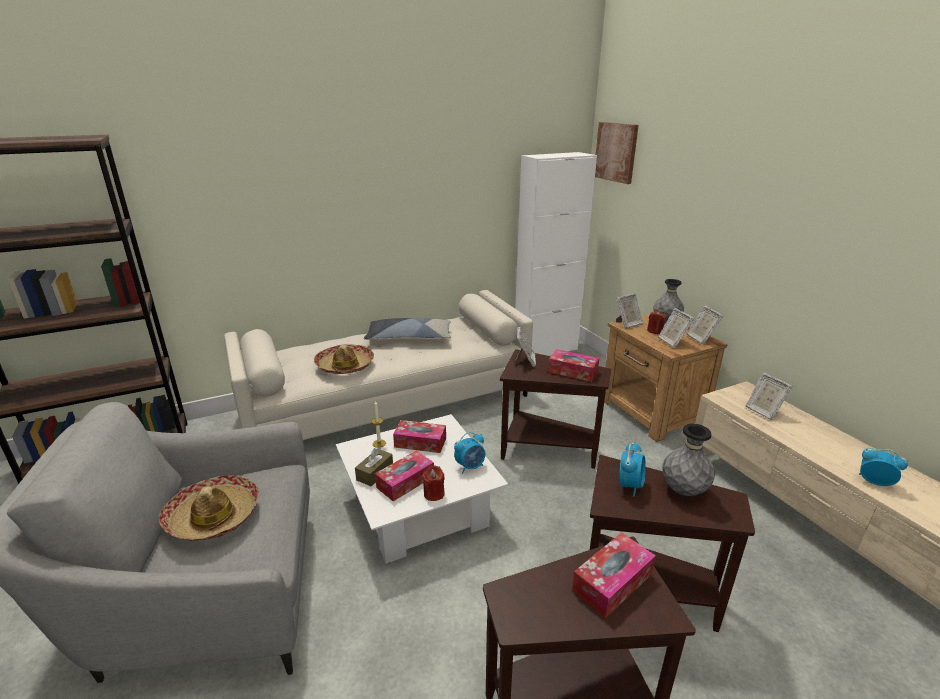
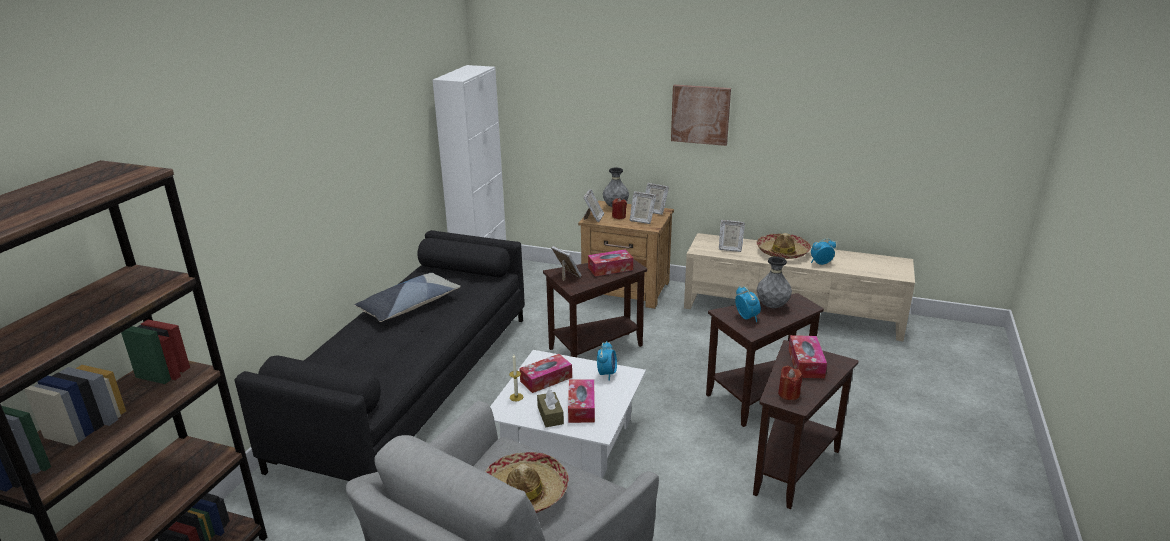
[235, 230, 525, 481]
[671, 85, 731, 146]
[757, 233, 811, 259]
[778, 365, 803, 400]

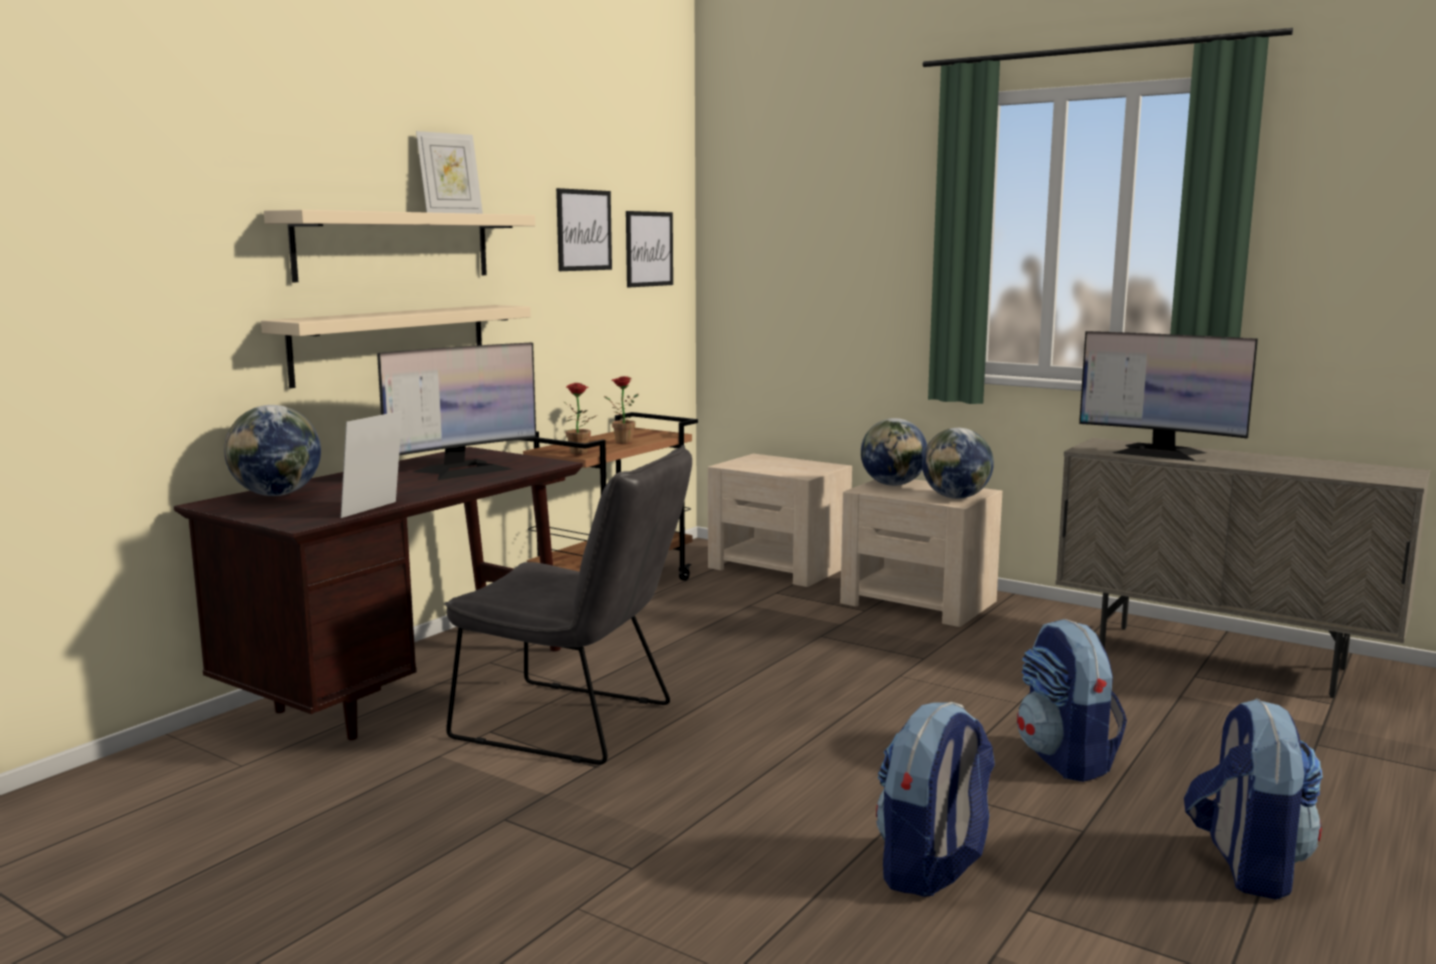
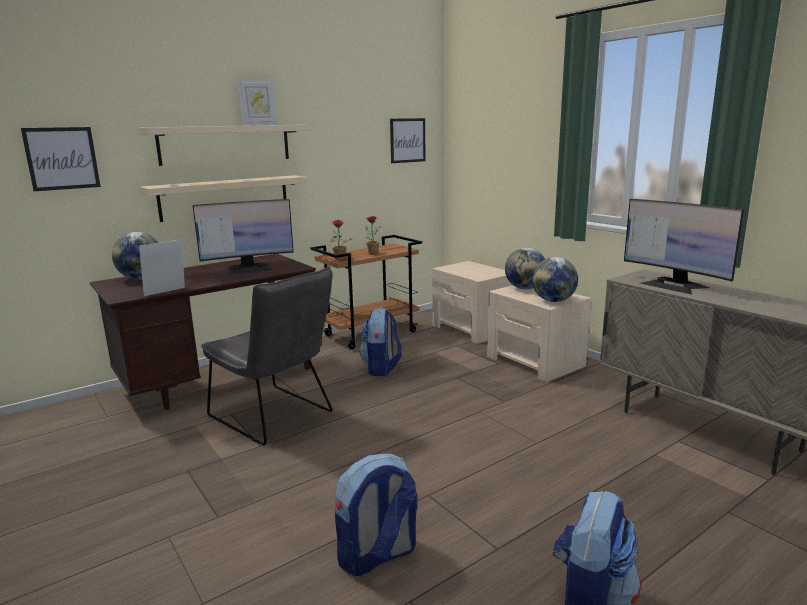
[21, 127, 101, 191]
[359, 307, 402, 376]

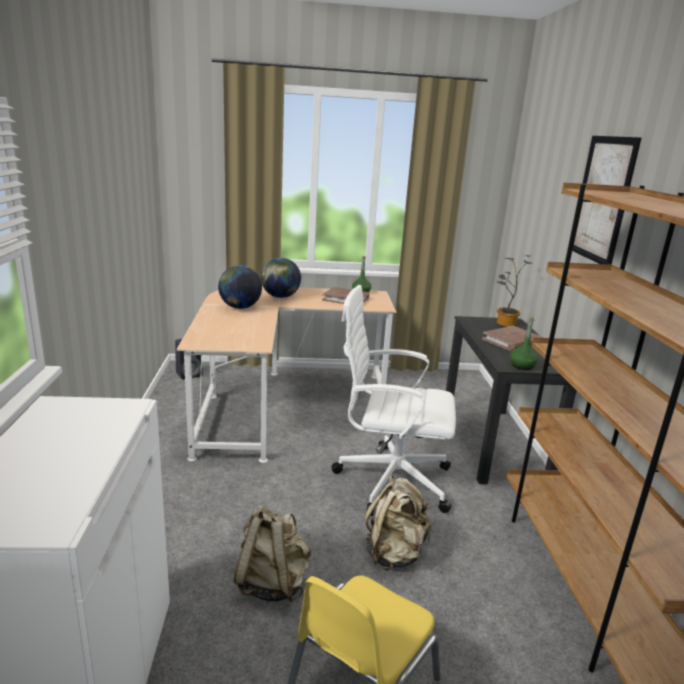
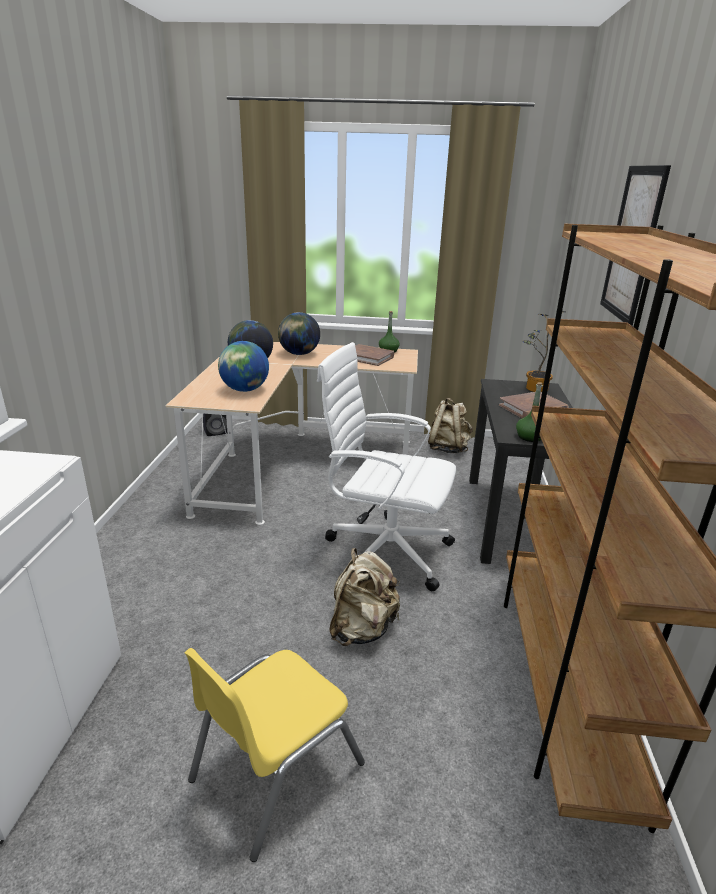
[218, 341, 269, 392]
[428, 398, 473, 453]

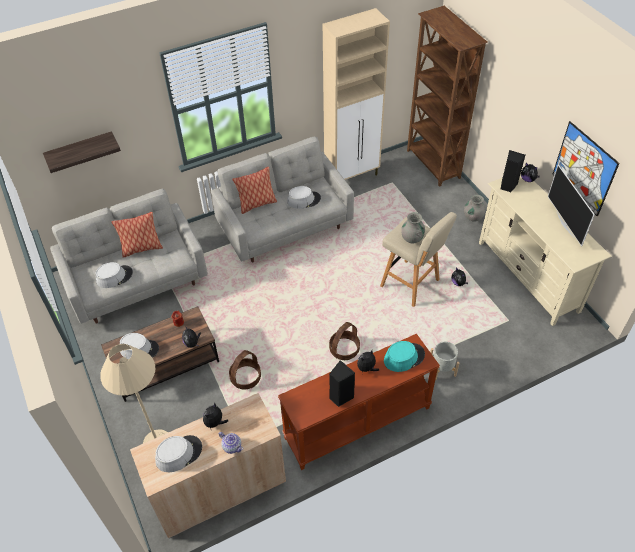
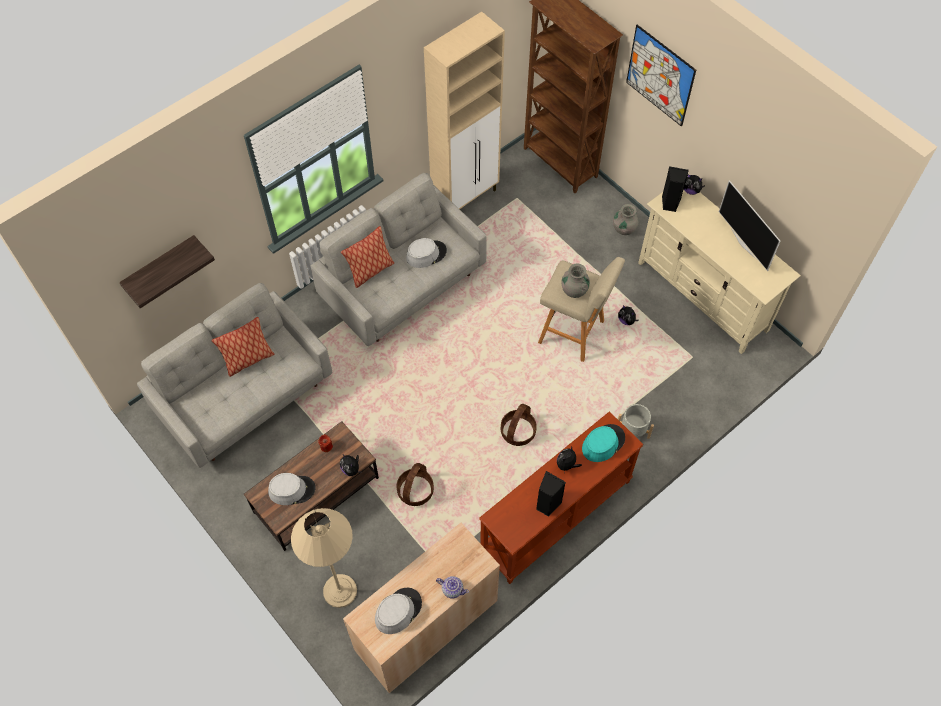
[626, 25, 696, 127]
[95, 262, 133, 288] (first image)
[203, 402, 228, 429] (first image)

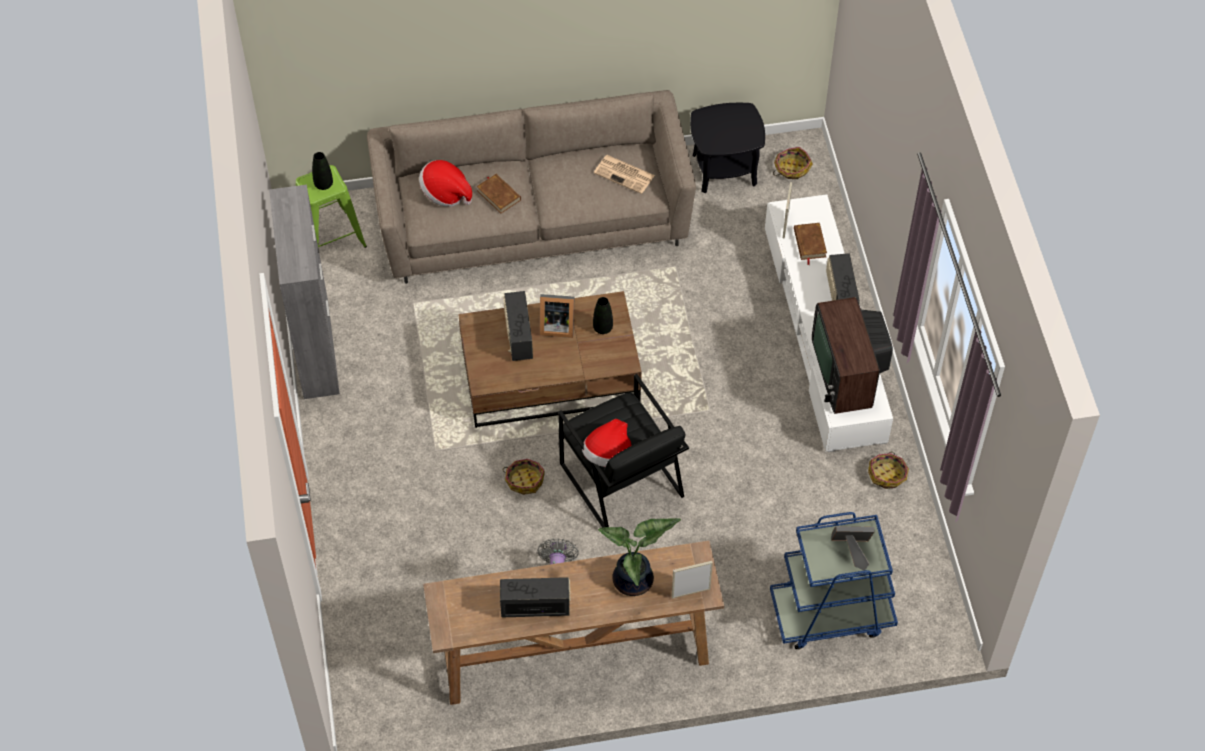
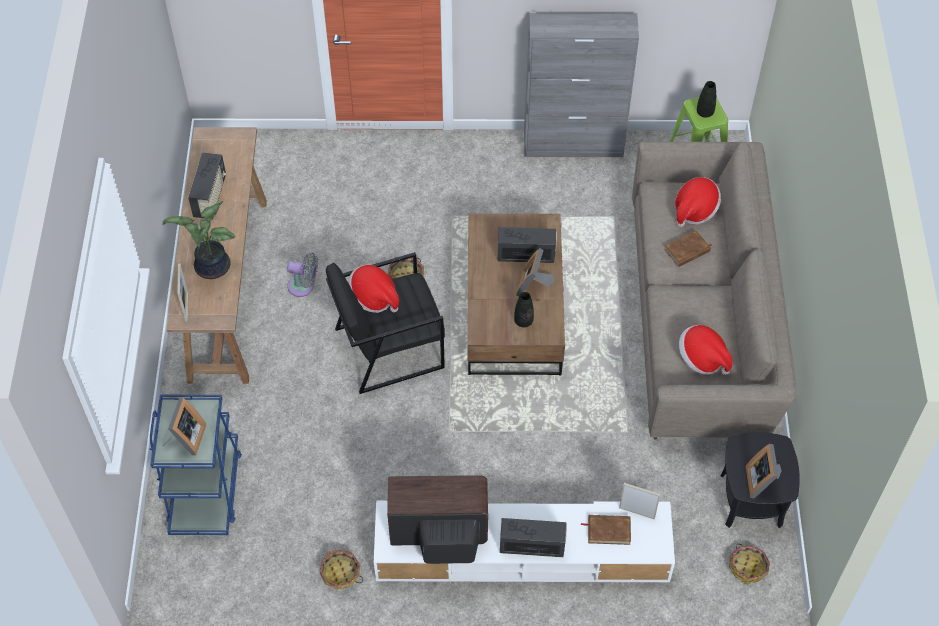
[679, 325, 733, 375]
[746, 444, 782, 498]

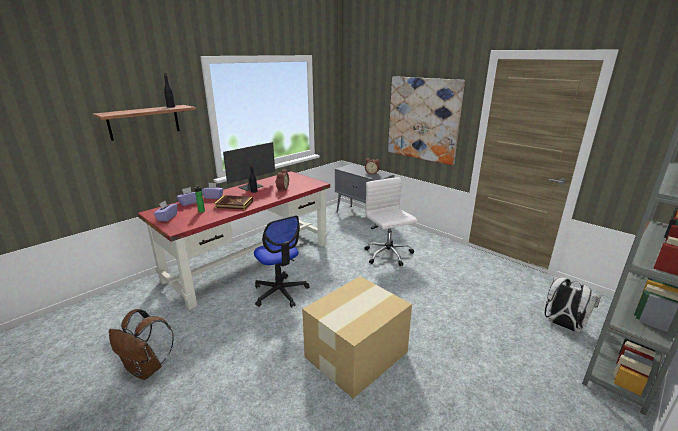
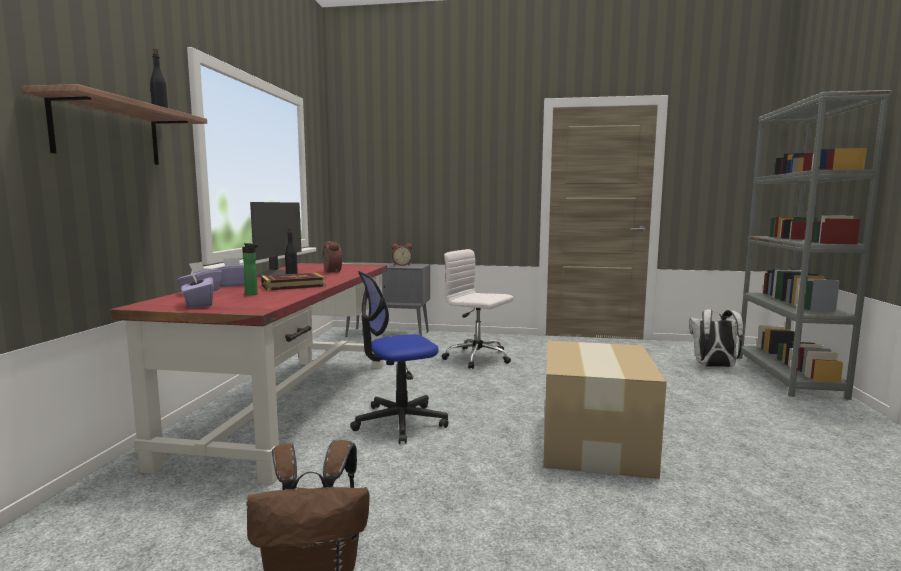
[350, 271, 448, 444]
[388, 76, 465, 165] (first image)

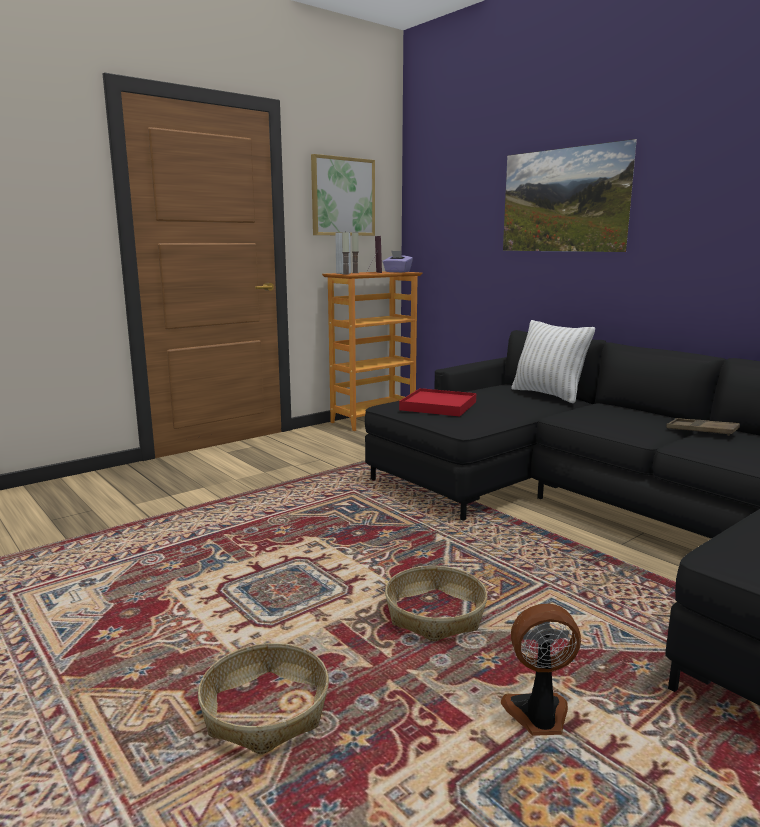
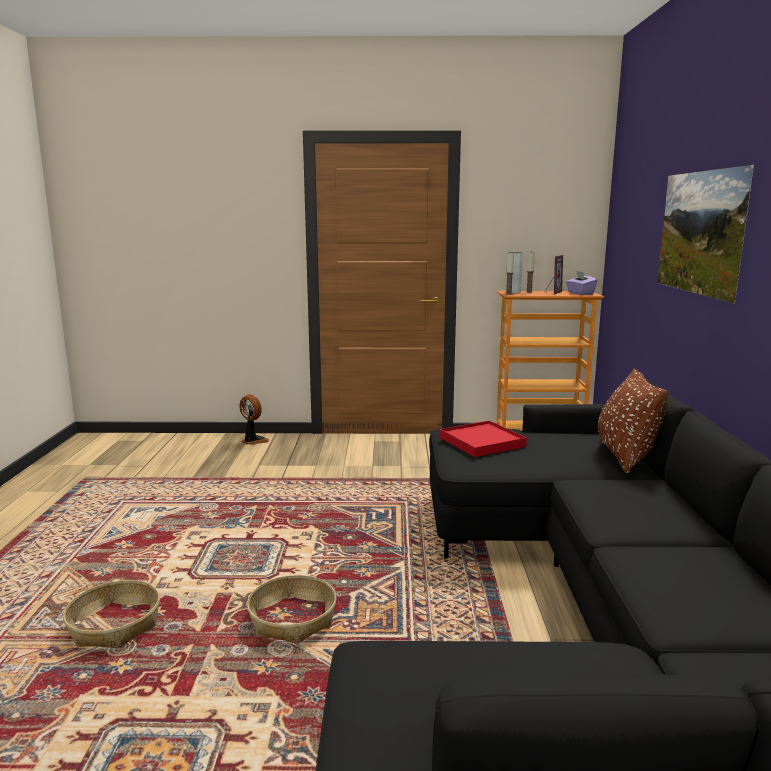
[239, 394, 270, 444]
[598, 369, 667, 473]
[311, 154, 375, 236] (first image)
[666, 418, 740, 436] (first image)

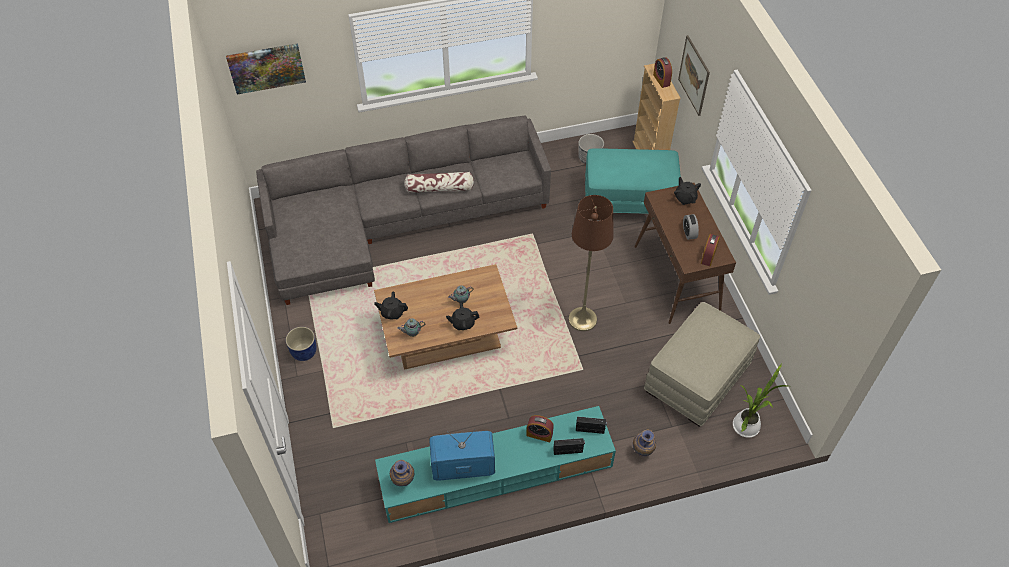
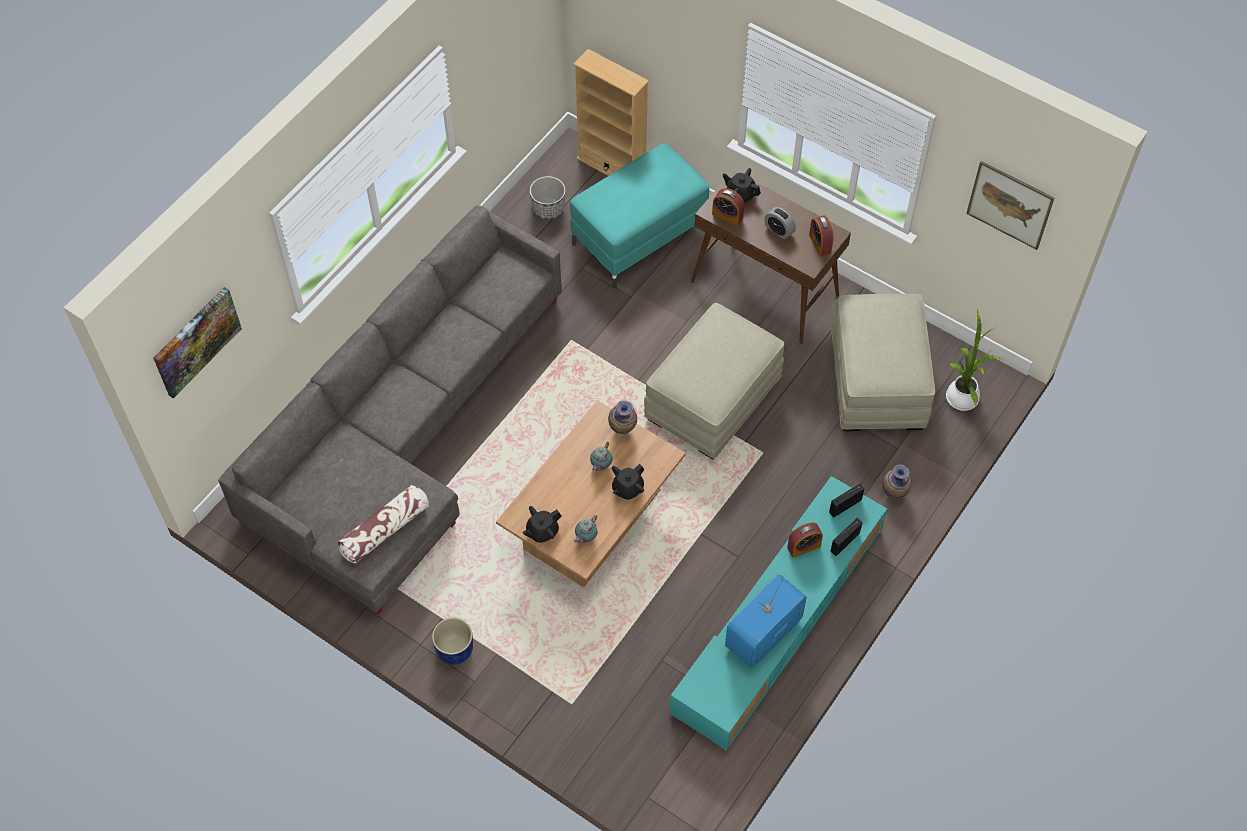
[338, 485, 429, 563]
[608, 400, 637, 434]
[644, 303, 785, 460]
[712, 188, 744, 226]
[966, 161, 1054, 250]

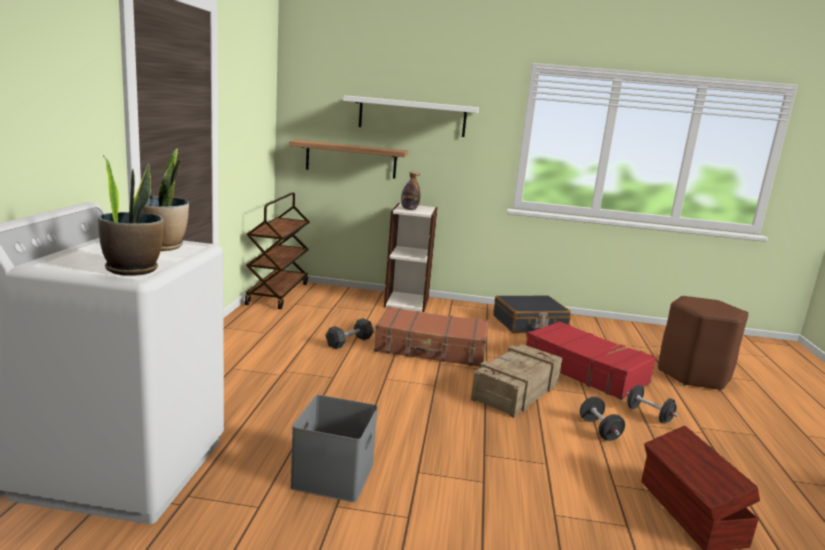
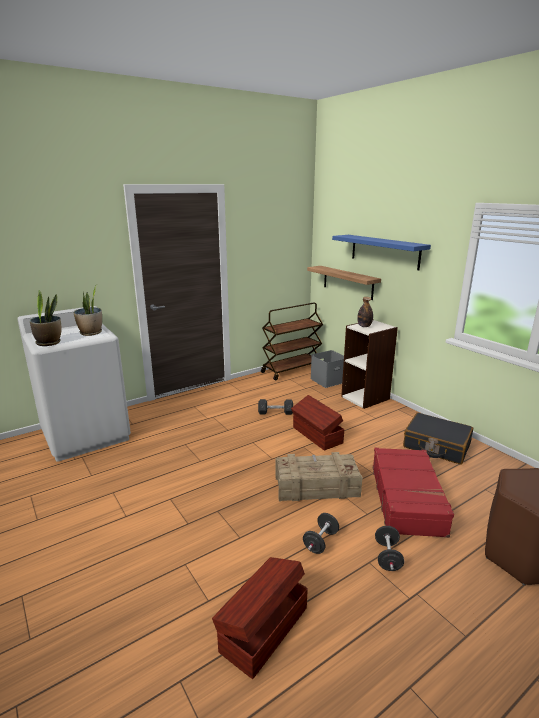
[291, 395, 344, 451]
[310, 350, 344, 388]
[332, 235, 431, 270]

